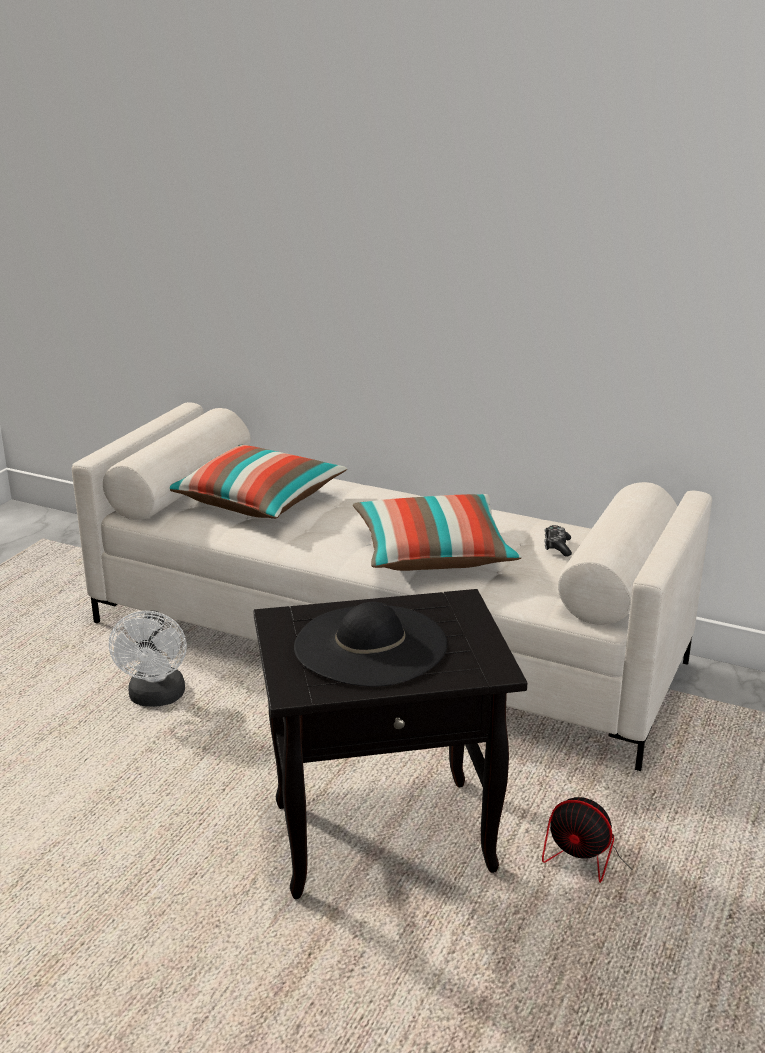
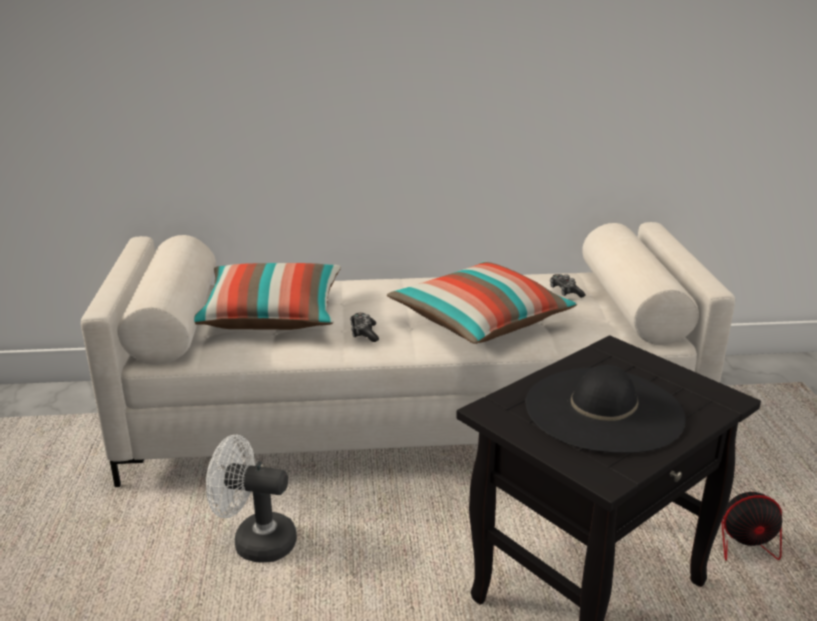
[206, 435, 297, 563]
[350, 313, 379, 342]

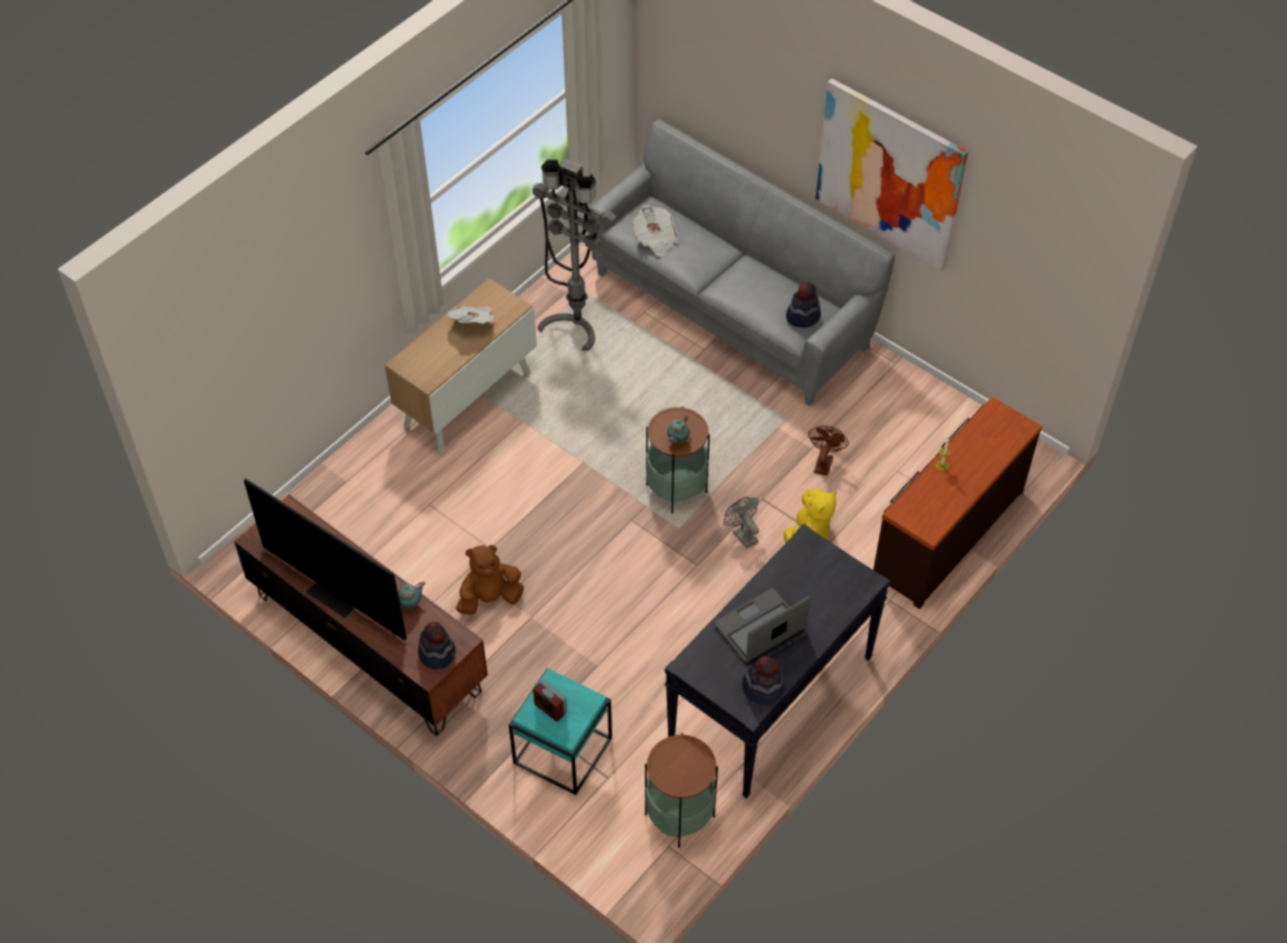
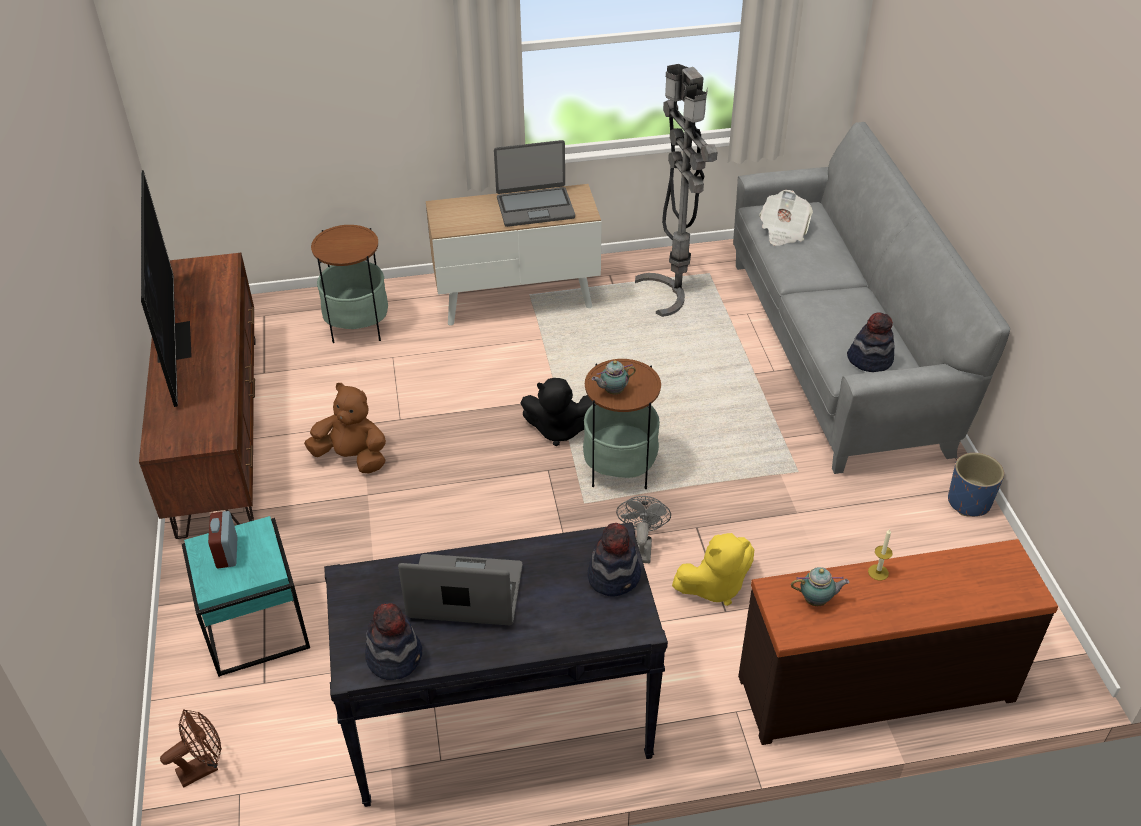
[160, 709, 222, 787]
[311, 225, 388, 343]
[494, 140, 575, 227]
[520, 378, 593, 446]
[588, 523, 641, 597]
[791, 567, 850, 606]
[948, 453, 1004, 517]
[816, 78, 968, 271] (first image)

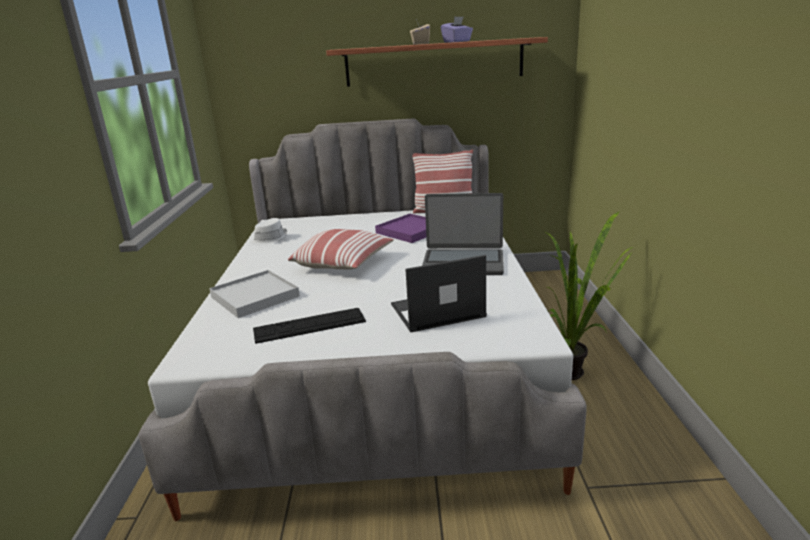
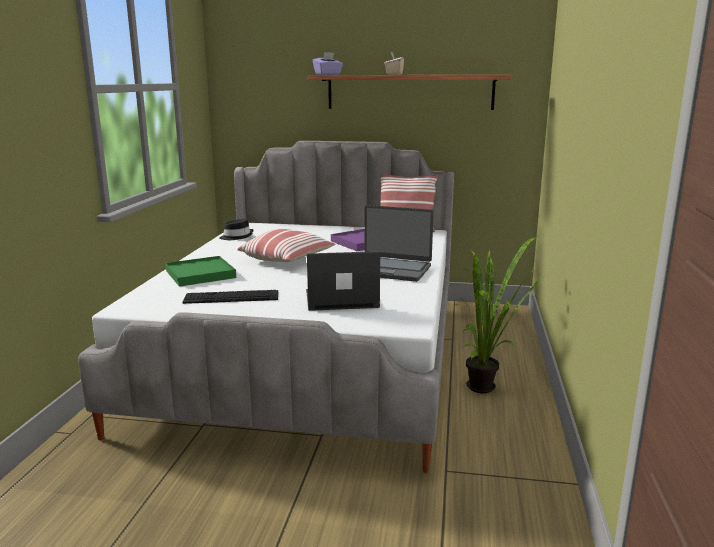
[166, 256, 236, 287]
[219, 218, 253, 240]
[313, 52, 343, 75]

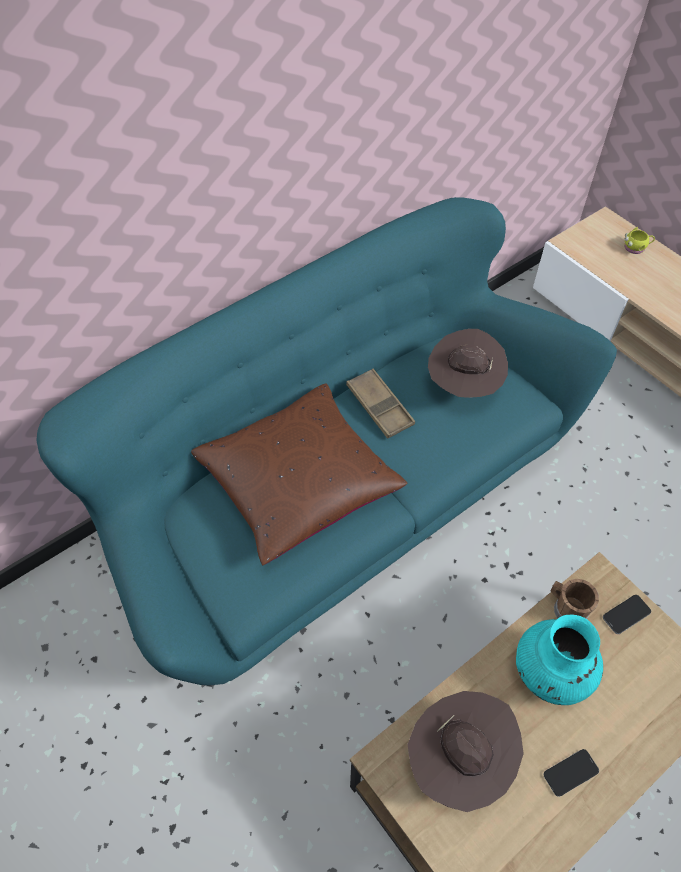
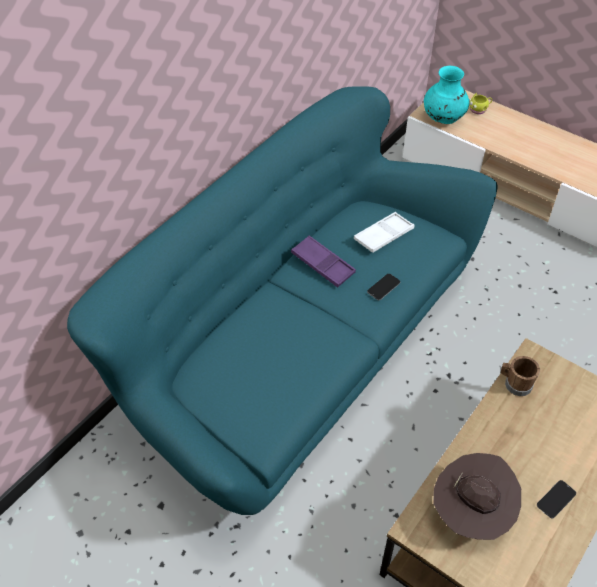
[291, 235, 356, 288]
[354, 212, 415, 253]
[367, 274, 400, 300]
[424, 66, 469, 124]
[191, 384, 407, 566] (first image)

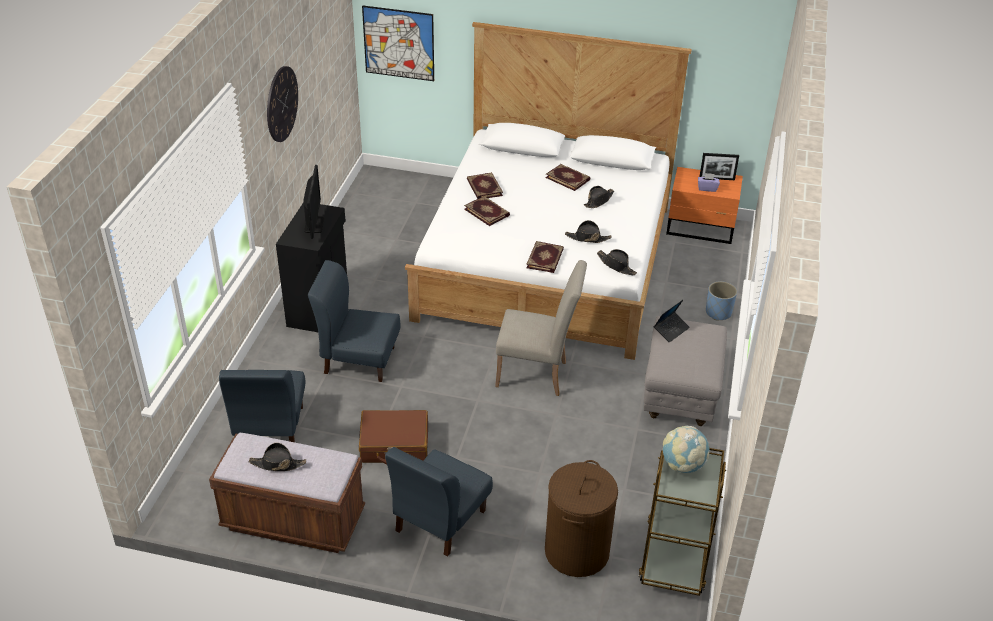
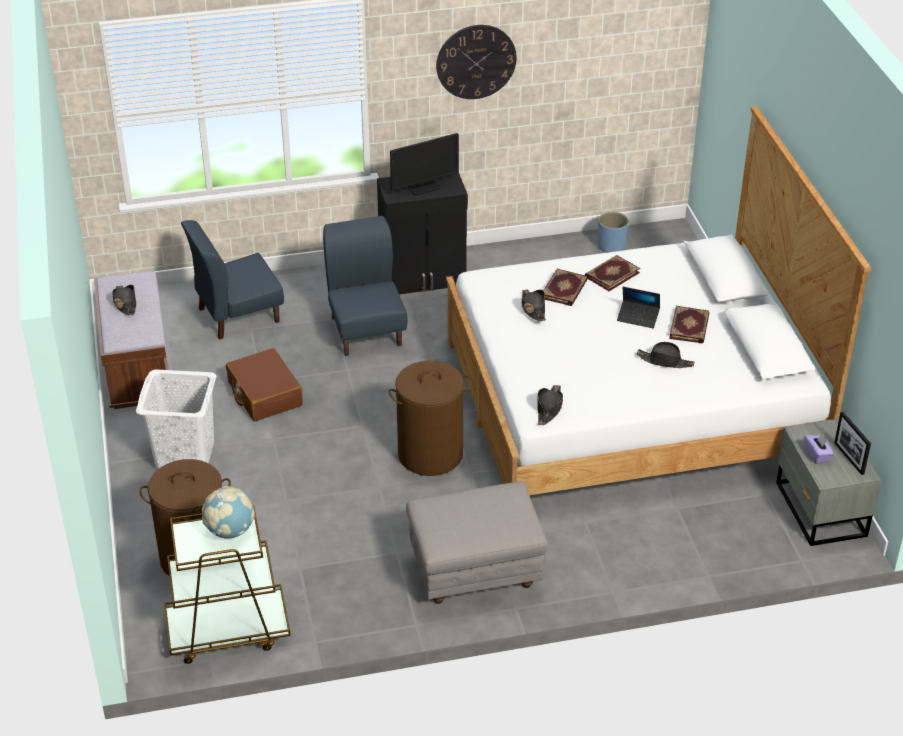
[136, 369, 217, 469]
[388, 361, 471, 476]
[522, 290, 546, 321]
[598, 212, 629, 253]
[617, 287, 660, 328]
[776, 419, 881, 546]
[362, 5, 434, 81] (first image)
[526, 241, 564, 273] (first image)

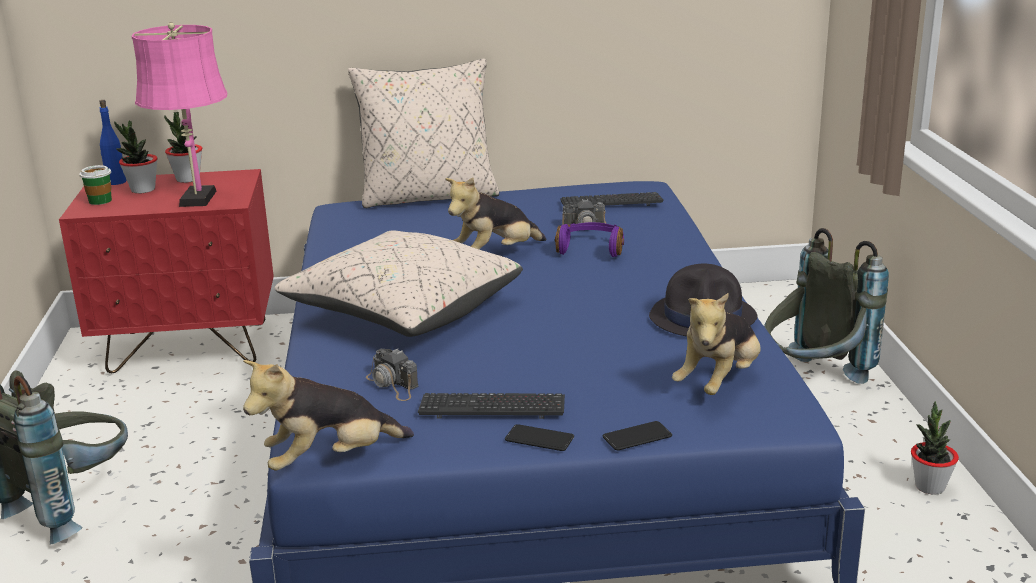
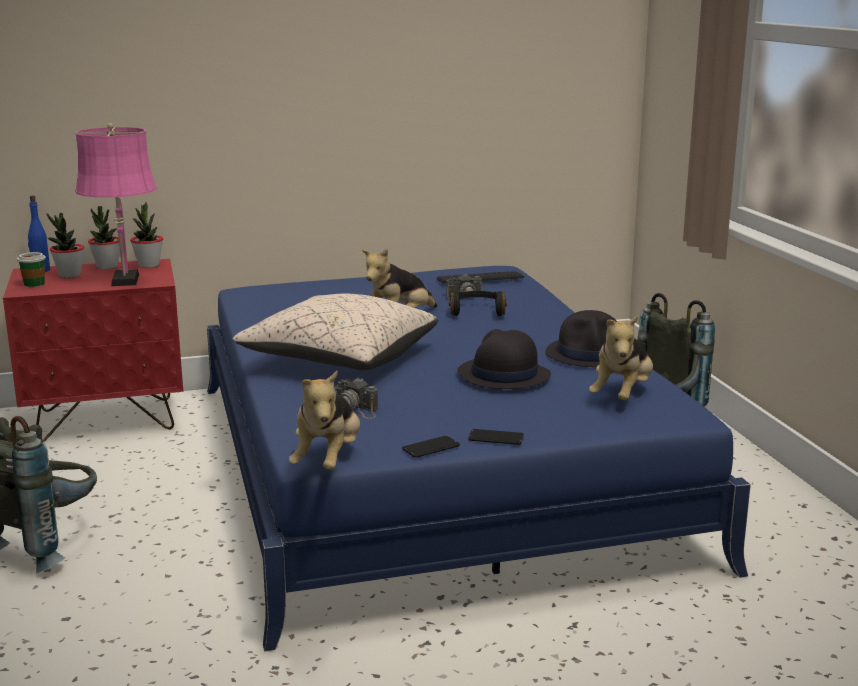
[130, 202, 163, 268]
[289, 371, 360, 470]
[402, 436, 460, 457]
[449, 291, 507, 316]
[457, 329, 551, 389]
[348, 58, 499, 208] (first image)
[418, 393, 565, 419] (first image)

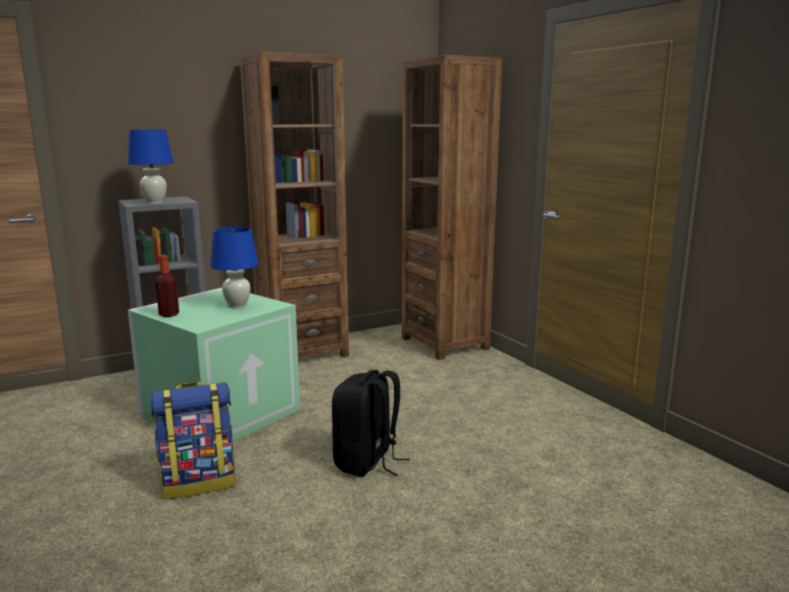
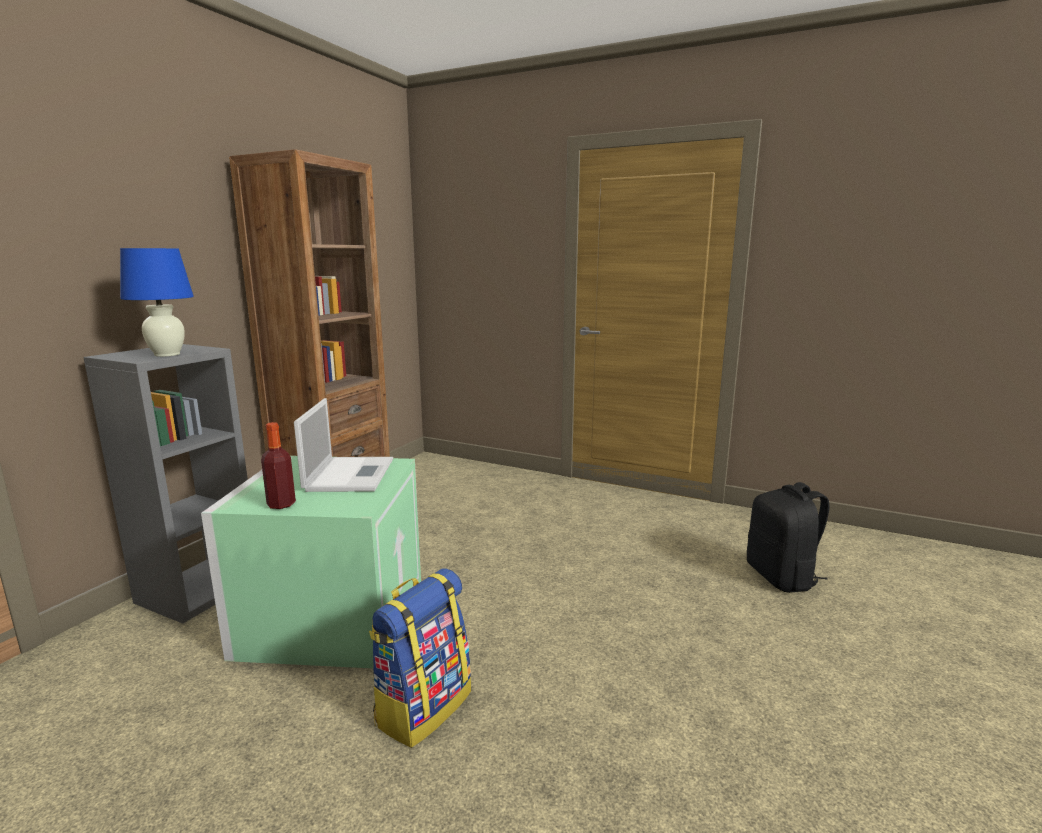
[294, 398, 393, 492]
[747, 482, 830, 593]
[402, 55, 502, 360] (first image)

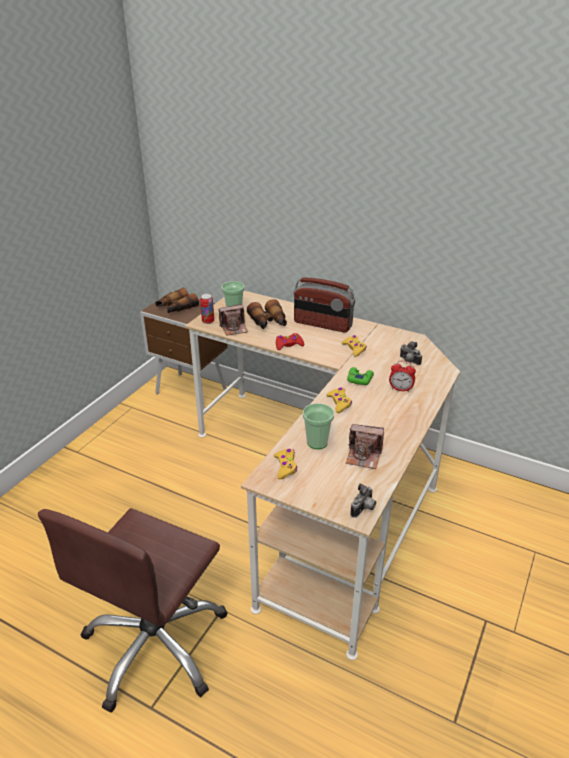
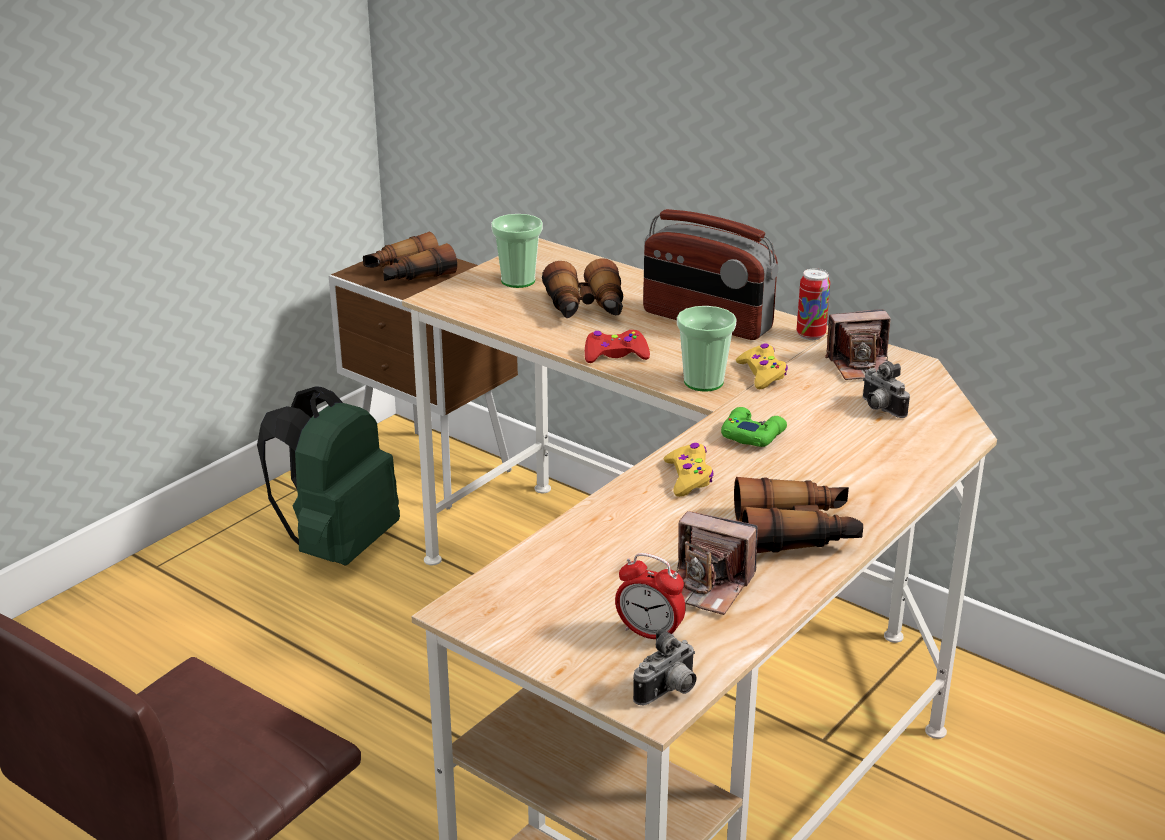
[257, 387, 400, 565]
[615, 553, 686, 639]
[677, 306, 737, 392]
[734, 477, 863, 553]
[797, 269, 830, 340]
[825, 309, 891, 380]
[274, 449, 297, 479] (first image)

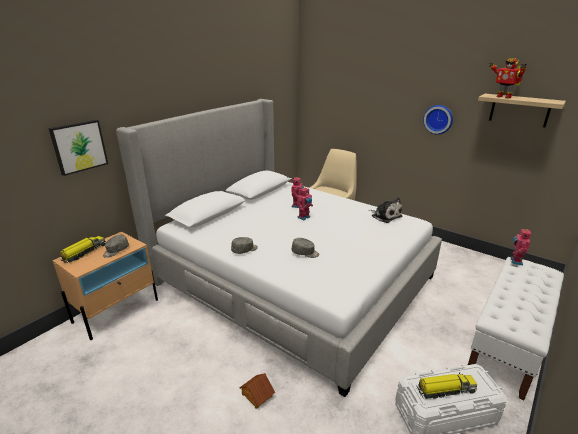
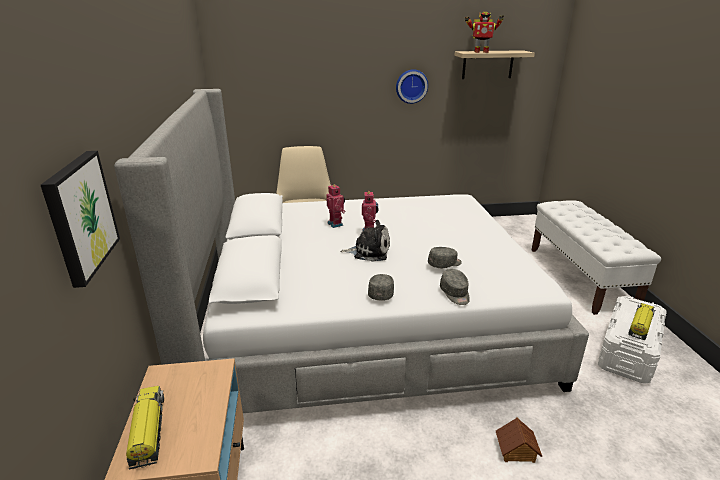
[340, 220, 390, 262]
[440, 269, 470, 305]
[511, 229, 531, 265] (first image)

